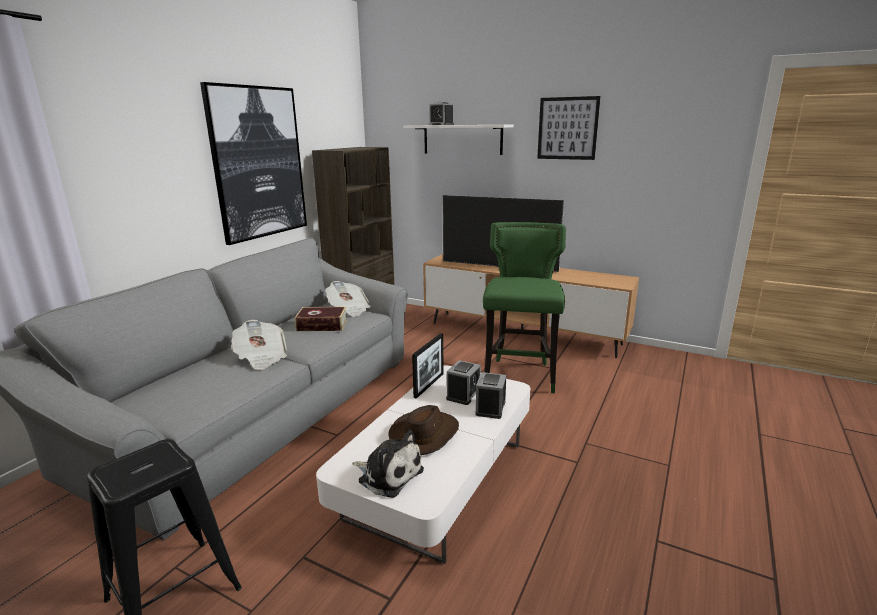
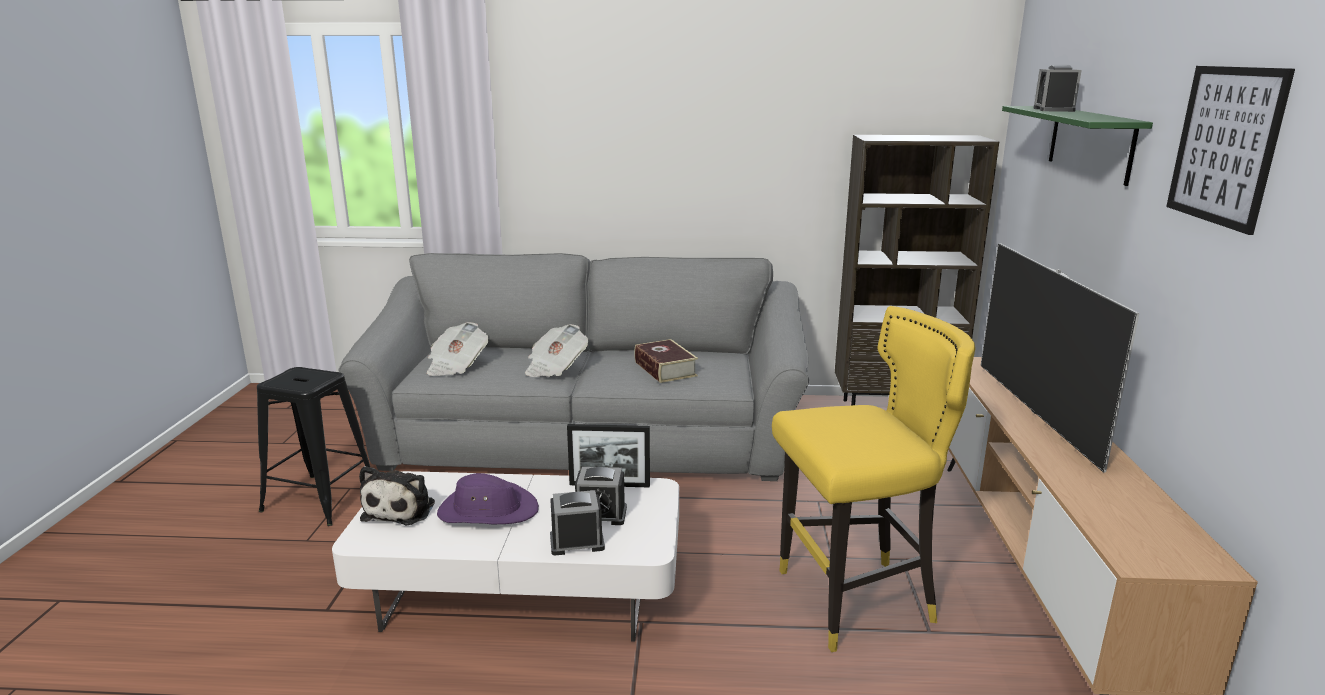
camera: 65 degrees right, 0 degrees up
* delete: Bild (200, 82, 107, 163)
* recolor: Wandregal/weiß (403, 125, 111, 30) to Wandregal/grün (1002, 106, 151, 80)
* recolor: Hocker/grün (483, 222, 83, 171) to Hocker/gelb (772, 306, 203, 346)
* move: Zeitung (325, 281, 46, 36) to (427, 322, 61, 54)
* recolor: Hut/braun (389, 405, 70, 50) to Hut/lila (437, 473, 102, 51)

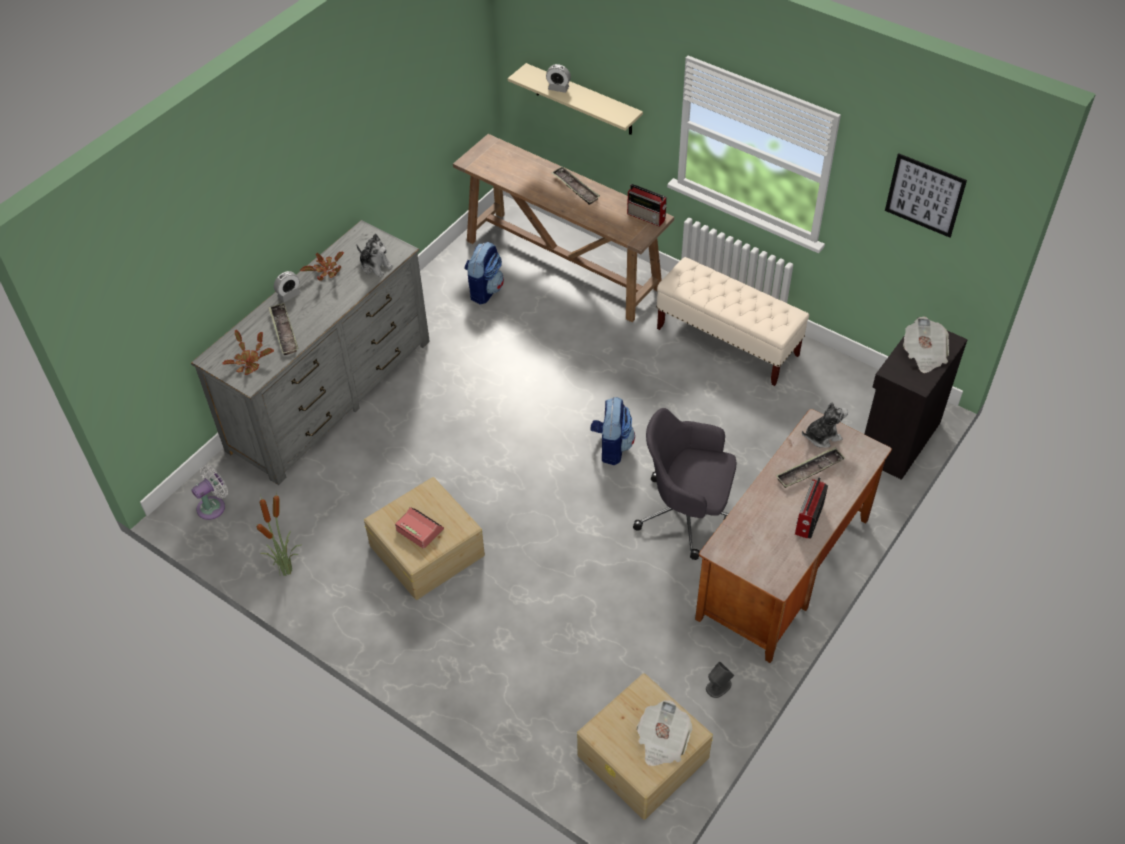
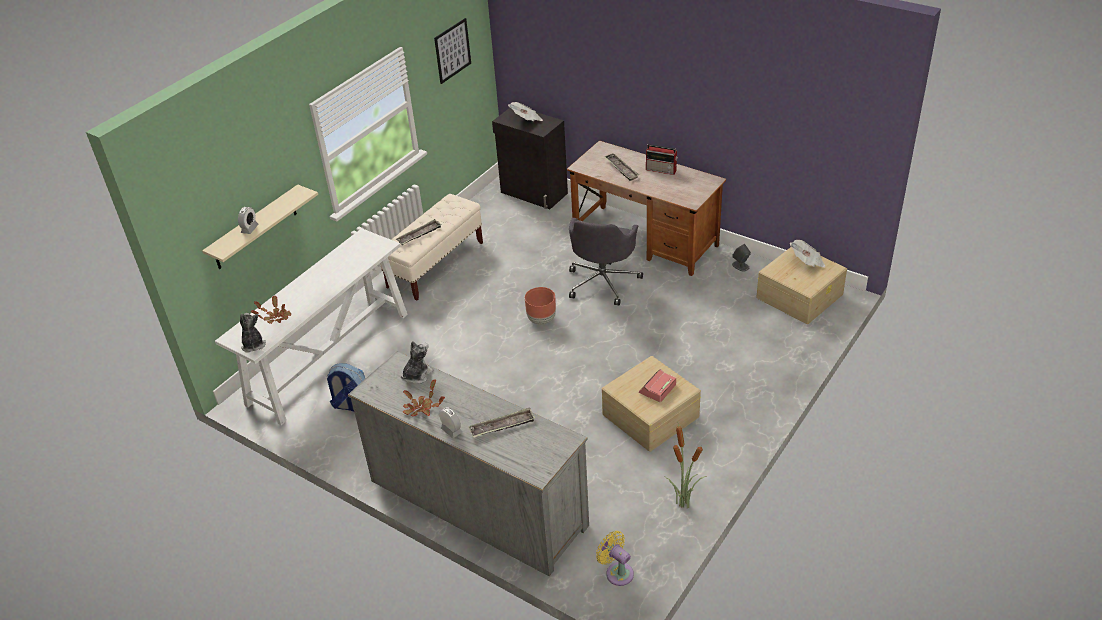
camera: 90 degrees left, 10 degrees down
* recolor: Konsolentisch/braun (453, 134, 221, 188) to Konsolentisch/weiß (215, 228, 193, 197)
* move: Tablett (552, 167, 48, 38) to (396, 219, 45, 26)
* delete: Radio (627, 184, 40, 43)
* move: Topfpflanze (222, 330, 52, 45) to (251, 295, 40, 29)
* replace: Rucksack (590, 397, 45, 68) to Pflanzkübel/braun (525, 287, 31, 38)
* move: Plüschtier (802, 402, 46, 46) to (240, 313, 26, 40)
* recolor: Ventilator/weiß (191, 465, 37, 55) to Ventilator/gelb (596, 531, 38, 55)

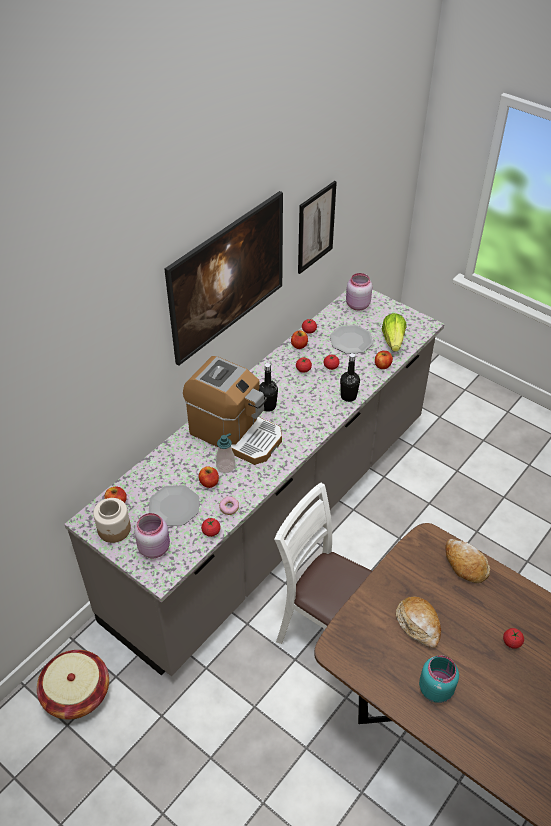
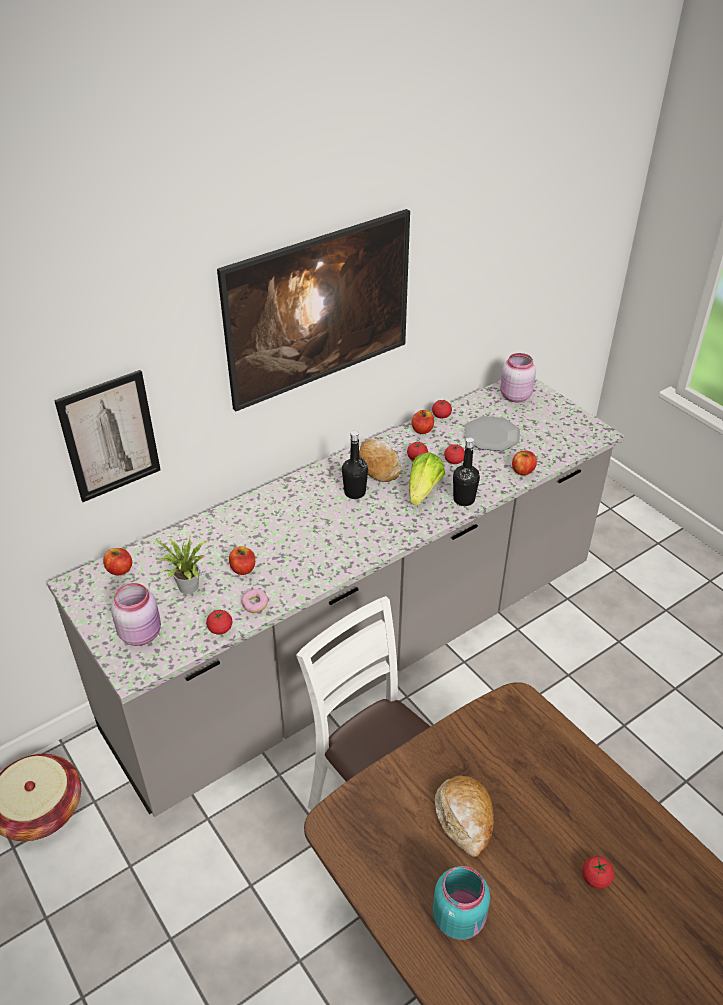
camera: 15 degrees right, 5 degrees down
* move: Bild (298, 181, 39, 93) to (54, 370, 107, 132)
* move: Salatkopf (382, 313, 25, 38) to (409, 452, 36, 53)
* delete: Kaffeemaschine (183, 356, 99, 109)
* delete: Seifenspender (216, 433, 19, 40)
* replace: Teller (149, 485, 50, 41) to Topfpflanze (154, 537, 54, 57)
* delete: Vorratsglas (93, 498, 38, 45)
* move: Brot (445, 539, 45, 44) to (359, 439, 43, 43)

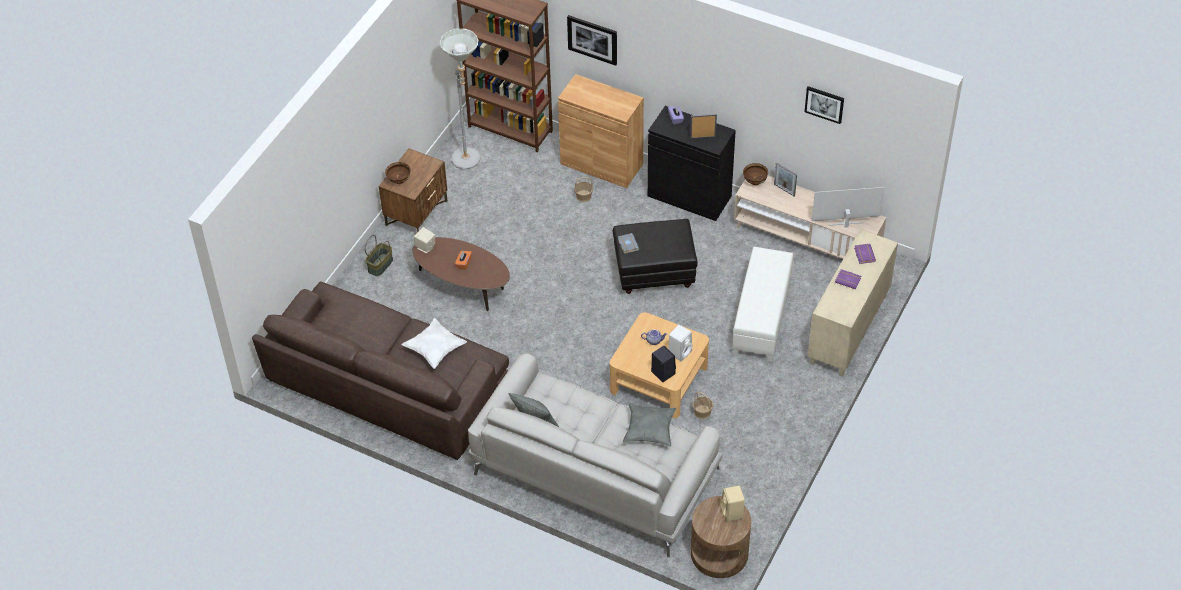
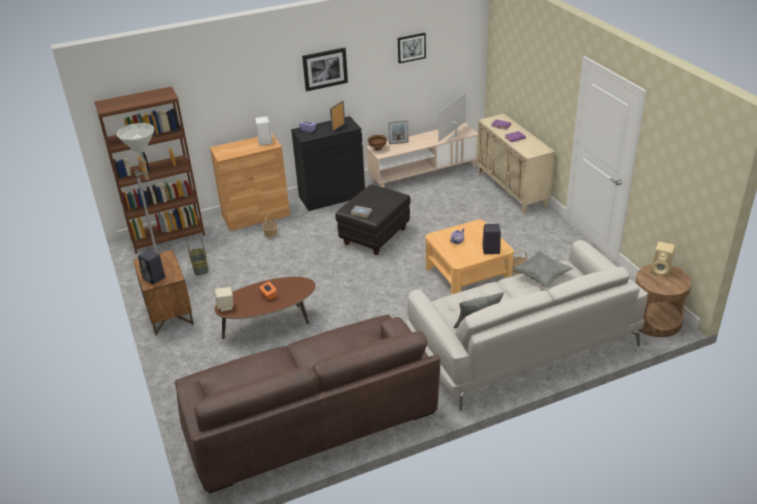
camera: 50 degrees left, 15 degrees down
* move: Bild (567, 15, 50, 51) to (302, 47, 46, 45)
* replace: Schüssel/braun (385, 162, 26, 22) to Lautsprecher/schwarz (138, 249, 27, 35)
* move: Korb (365, 235, 28, 41) to (187, 238, 21, 38)
* delete: Polsterhocker/weiß (732, 247, 62, 115)
* delete: Kissen/weiß (401, 318, 66, 51)
* move: Lautsprecher/weiß (668, 325, 25, 36) to (255, 117, 18, 28)

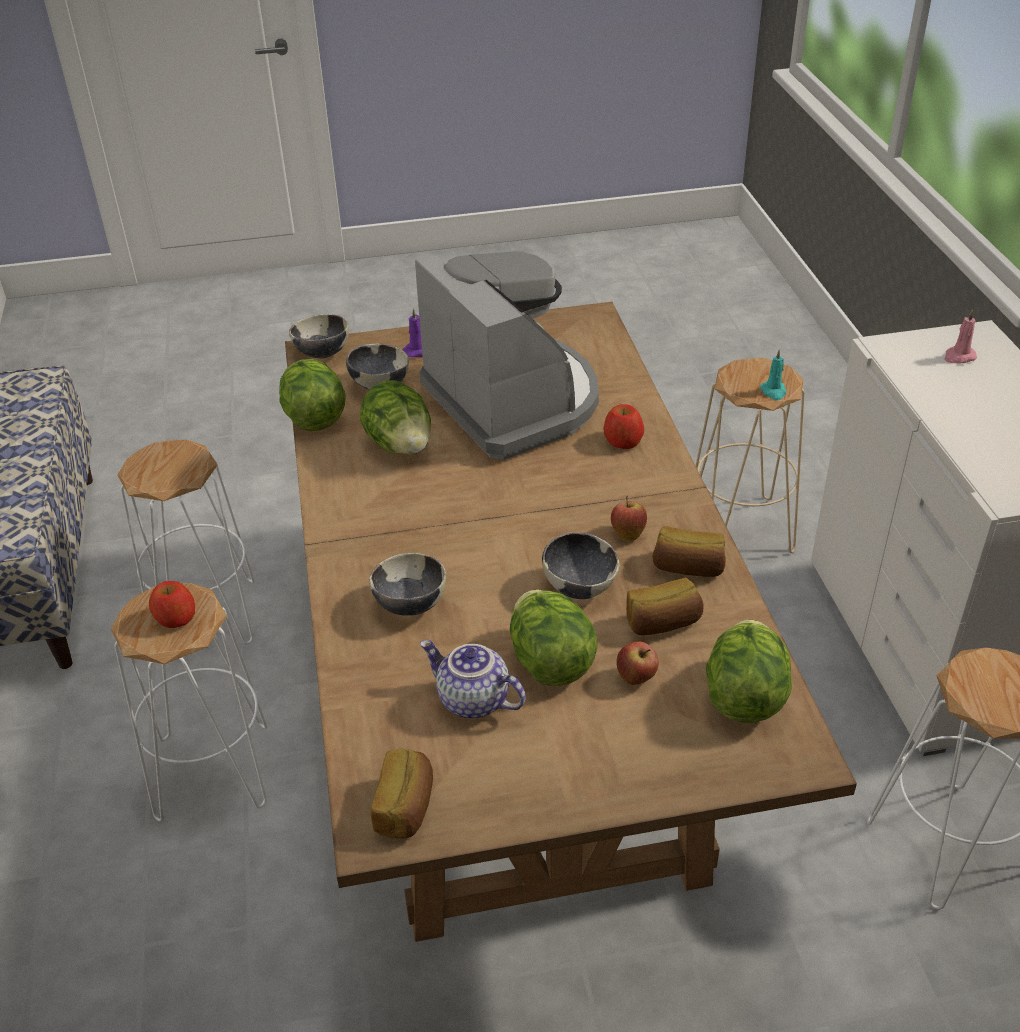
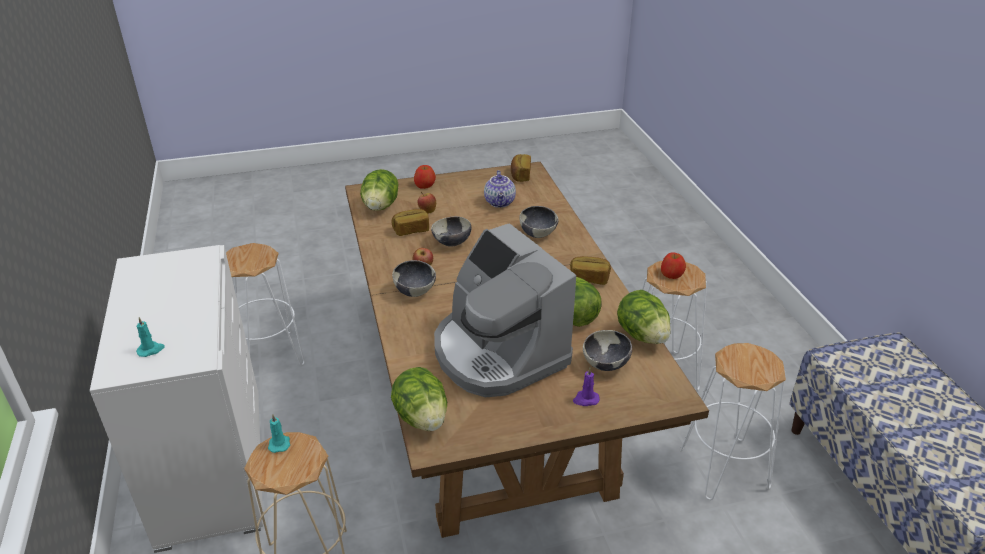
camera: 175 degrees right, 5 degrees down
* recolor: Kerze/rosa (944, 309, 33, 54) to Kerze/türkis (136, 317, 29, 40)
* move: Schüssel (289, 314, 60, 44) to (392, 260, 44, 37)
* move: Apfel (603, 404, 41, 45) to (414, 165, 22, 24)
* move: Brot (652, 526, 74, 51) to (570, 256, 41, 29)
* move: Salatkopf (510, 590, 87, 96) to (391, 367, 56, 64)
* rotate: Teekanne (420, 640, 106, 78) = (484, 170, 32, 38) 60 degrees clockwise

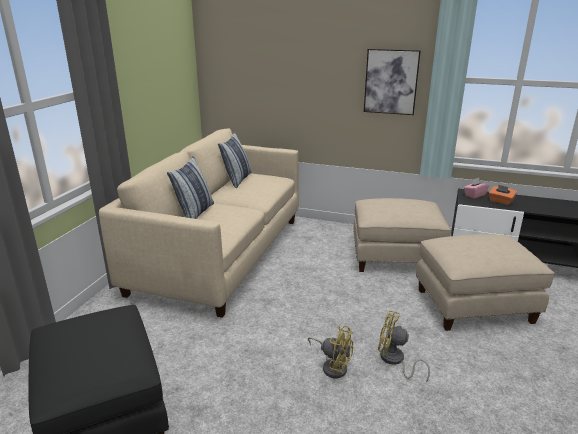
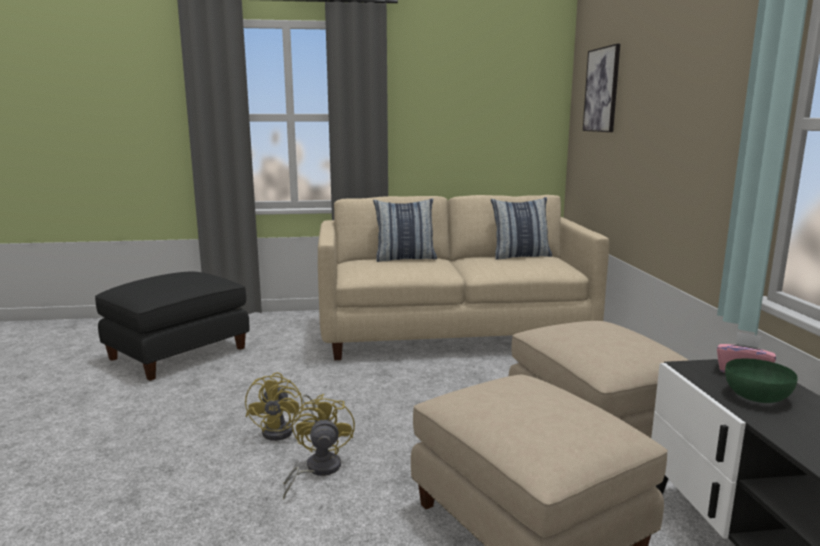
camera: 65 degrees right, 10 degrees down
* move: Bild (364, 49, 57, 66) to (583, 44, 37, 88)
* replace: Taschentuchbox/orange (489, 185, 28, 20) to Schüssel/grün (725, 359, 73, 44)

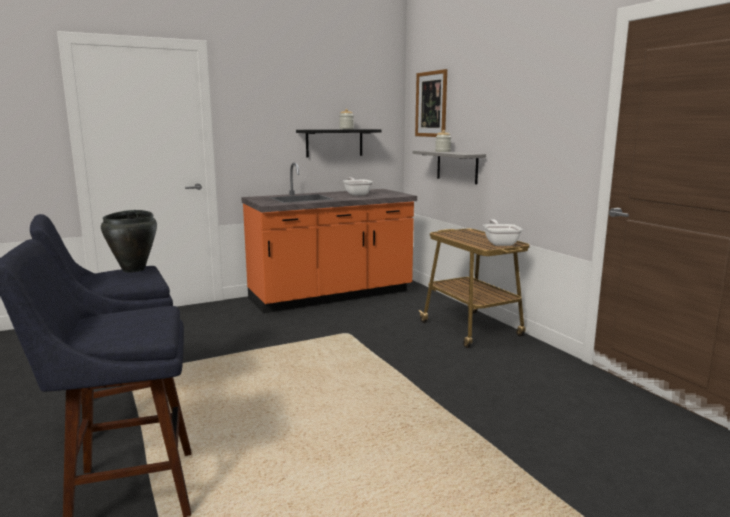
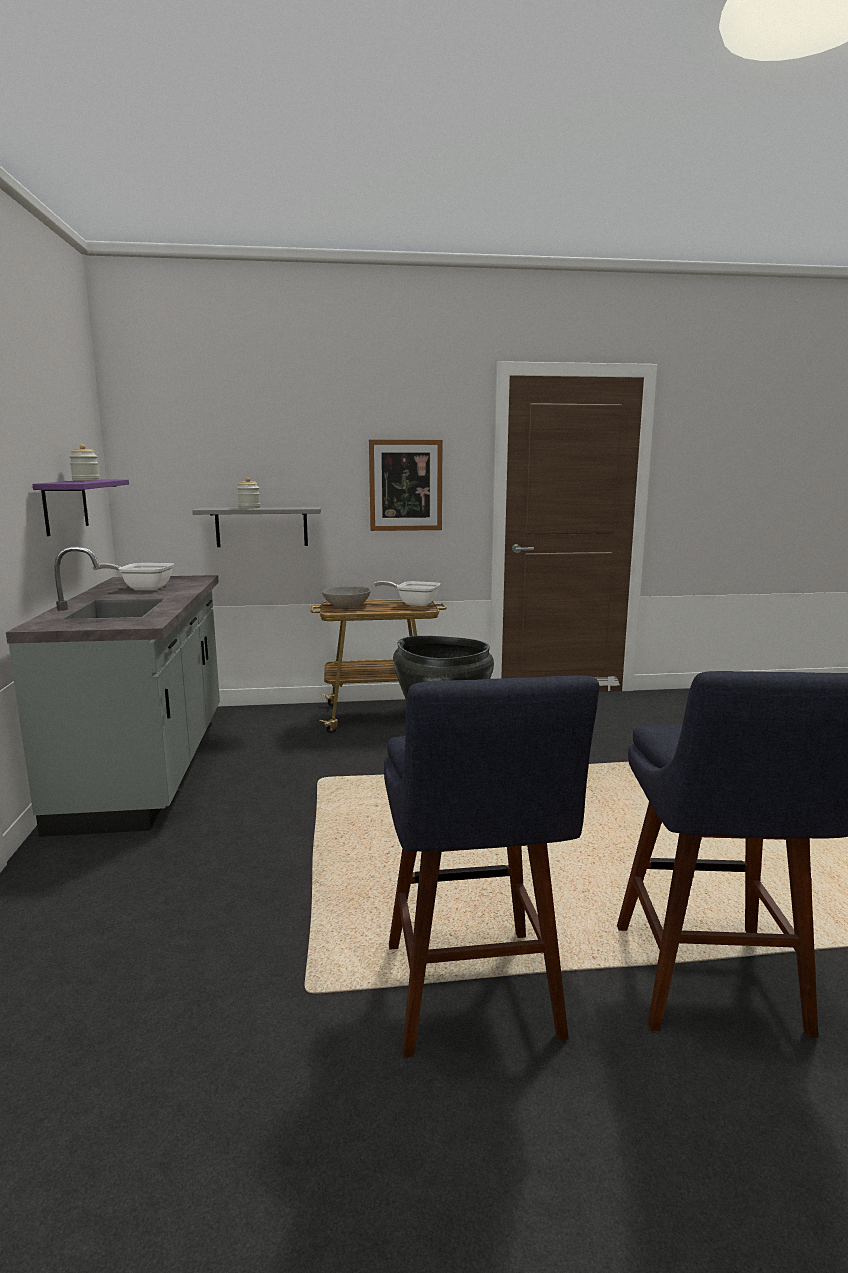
camera: 70 degrees left, 0 degrees up
* move: Bild (415, 69, 32, 68) to (369, 439, 74, 92)
* recolor: Wandregal/schwarz (296, 129, 85, 28) to Wandregal/lila (32, 479, 97, 57)
* recolor: Küchenzeile/orange (241, 163, 176, 150) to Küchenzeile/grau (6, 546, 214, 291)
* insert: Schüssel/grau (322, 586, 49, 22)

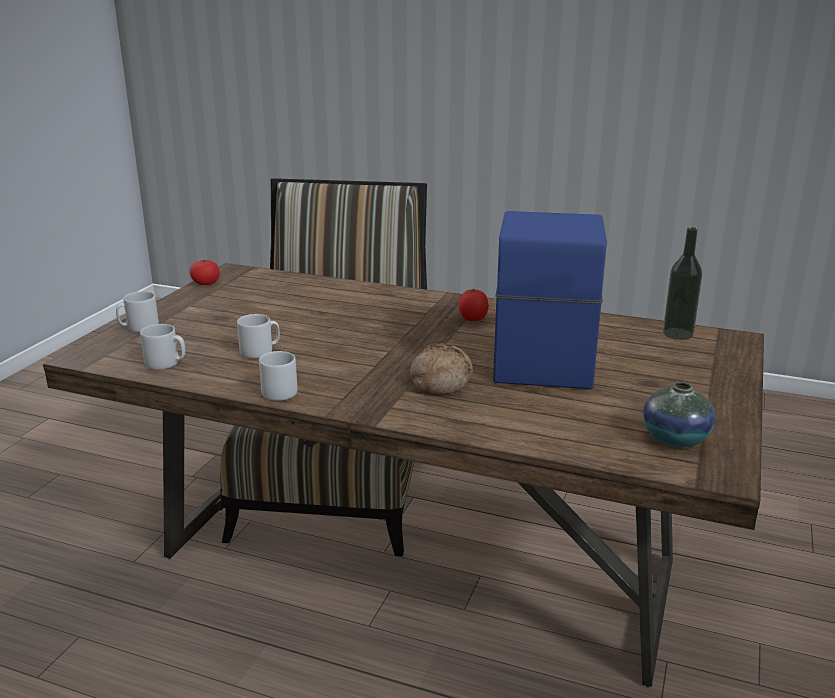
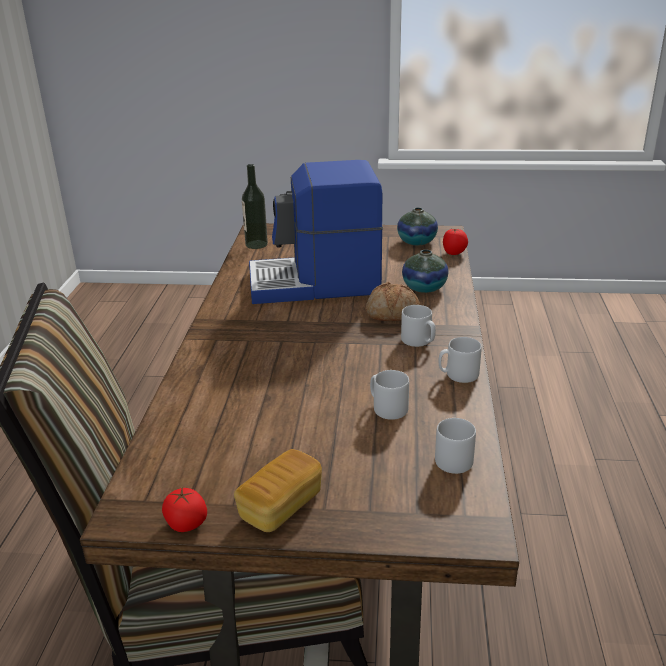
camera: 105 degrees left, 5 degrees up
* move: Tomate (458, 289, 30, 32) to (443, 229, 25, 26)
* move: Henkelbecher/grau (116, 291, 43, 41) to (401, 305, 35, 42)
* insert: Vase (402, 250, 46, 43)
* insert: Brot (234, 449, 88, 83)

